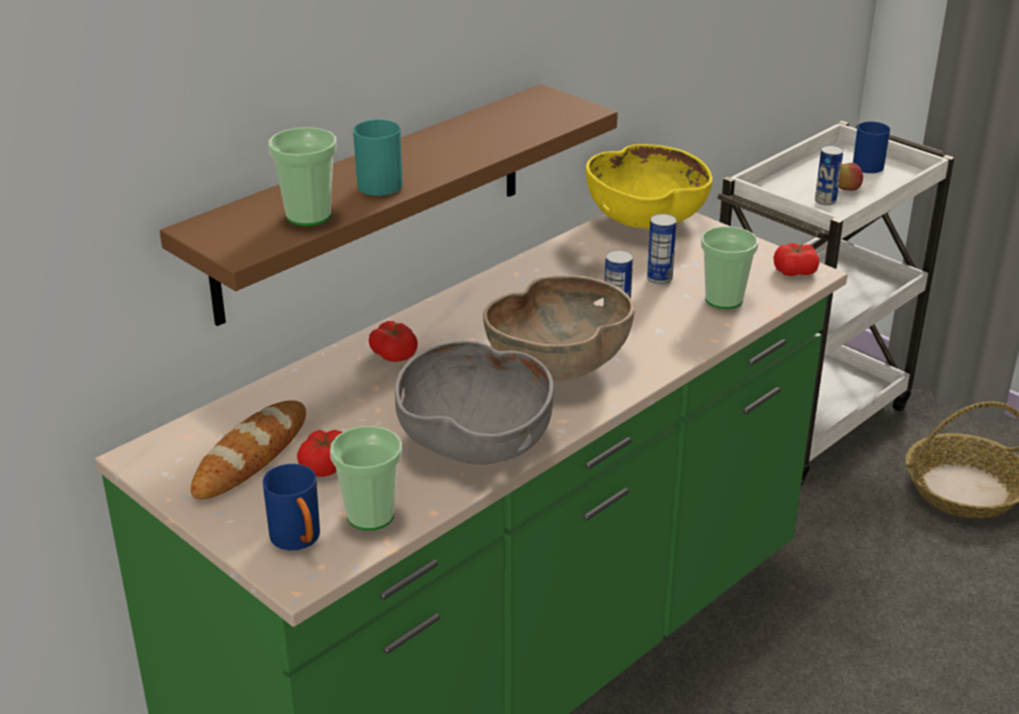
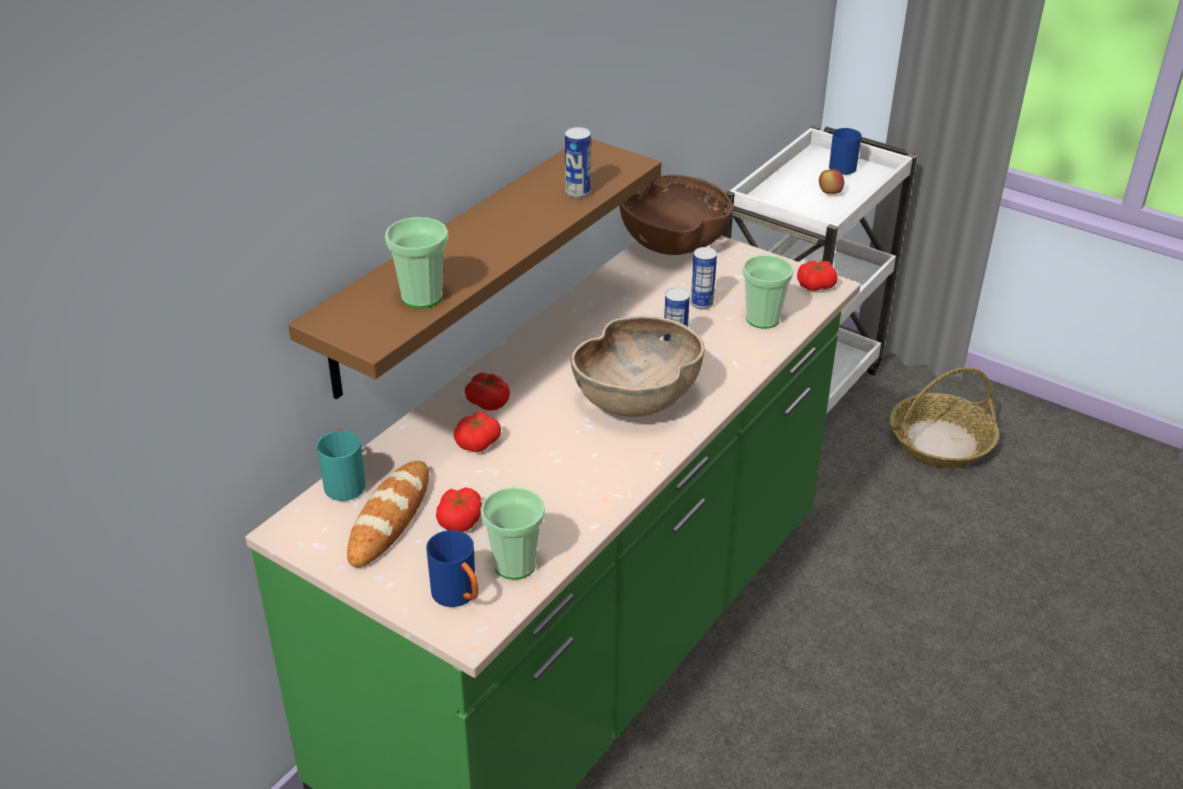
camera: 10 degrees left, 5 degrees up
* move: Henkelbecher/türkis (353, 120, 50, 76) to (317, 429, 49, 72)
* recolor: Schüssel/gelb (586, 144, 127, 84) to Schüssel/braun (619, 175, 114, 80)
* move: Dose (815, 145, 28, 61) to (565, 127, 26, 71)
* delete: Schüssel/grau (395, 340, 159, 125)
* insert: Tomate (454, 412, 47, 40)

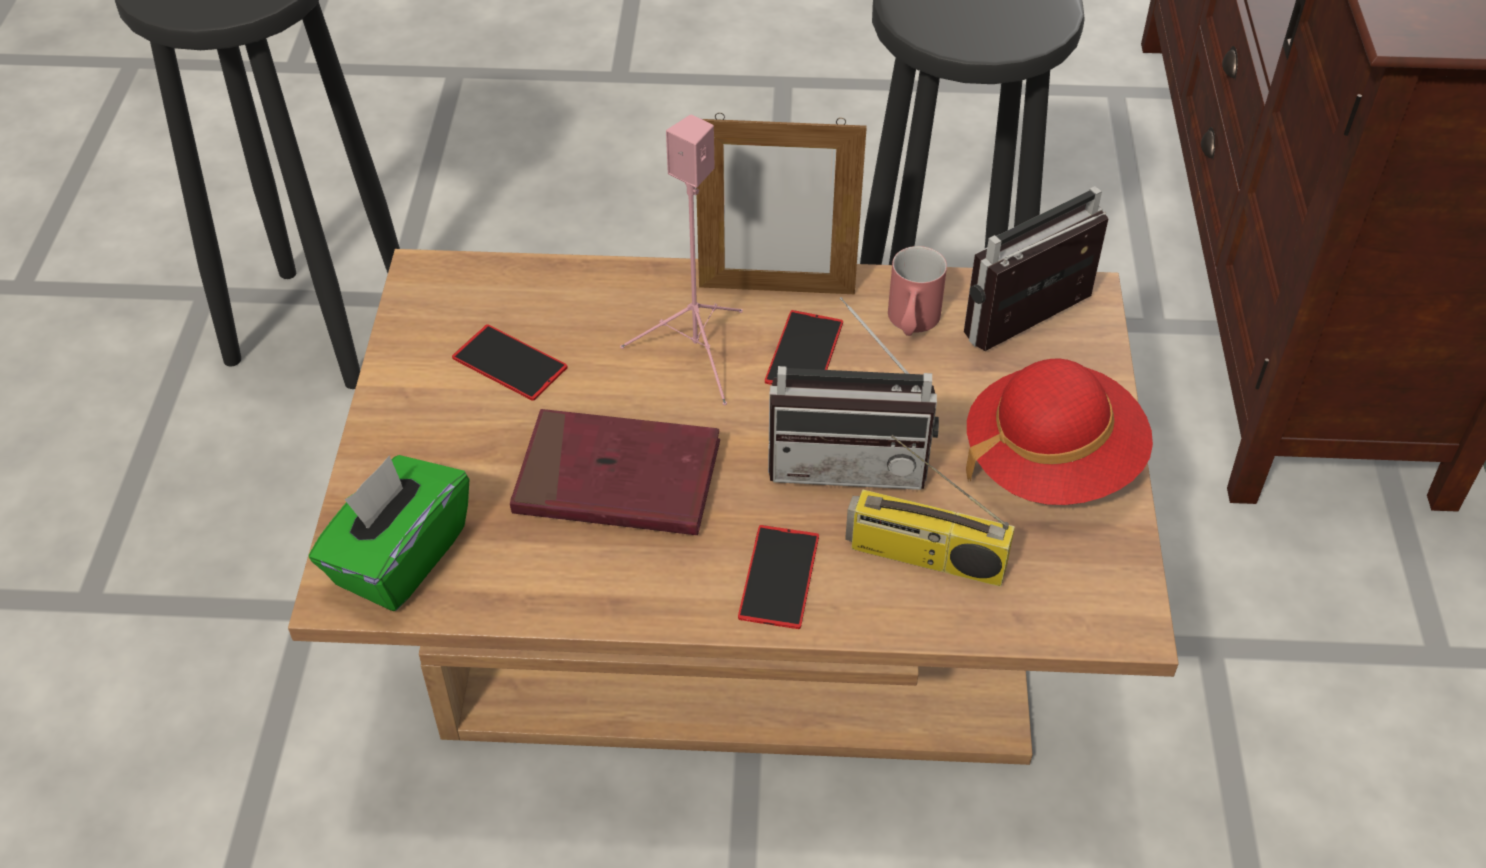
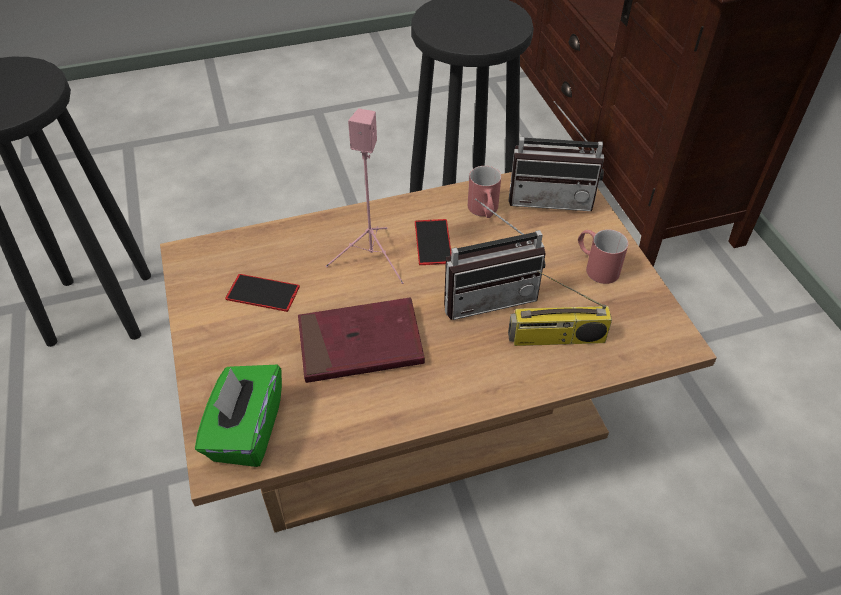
camera: 20 degrees left, 0 degrees up
* delete: Bilderrahmen (696, 113, 171, 181)
* rotate: Radio (964, 186, 145, 165) = (509, 101, 95, 110) 120 degrees counterclockwise
* replace: Hut/rot (966, 359, 187, 146) to Henkelbecher/rot (578, 229, 50, 55)
* delete: Handy (738, 525, 81, 104)

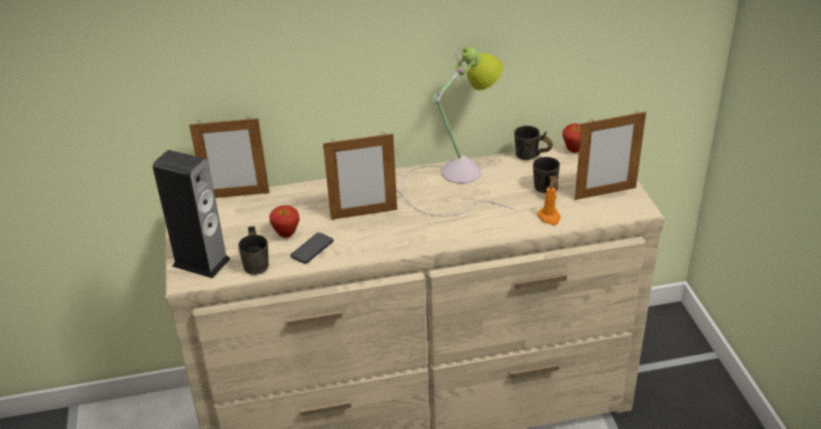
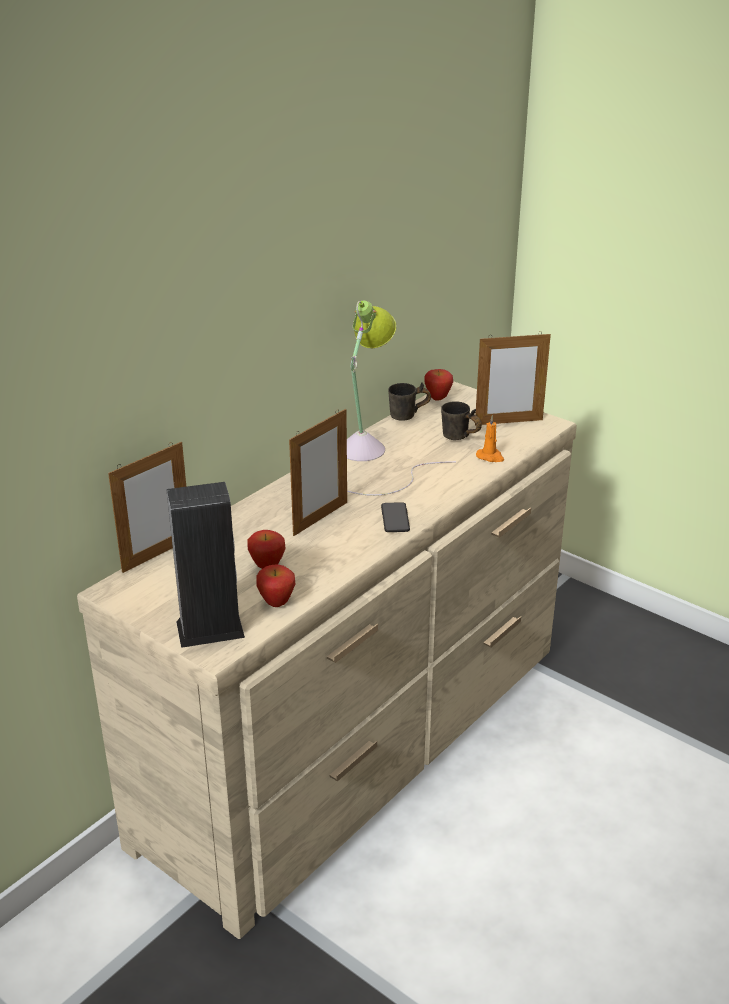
camera: 40 degrees left, 5 degrees down
* rotate: Bilderrahmen (575, 110, 71, 90) = (475, 331, 76, 94) 45 degrees clockwise
* replace: Henkelbecher/grau (238, 226, 31, 49) to Apfel (257, 564, 38, 43)
* move: Handy (290, 233, 44, 31) to (381, 502, 29, 30)

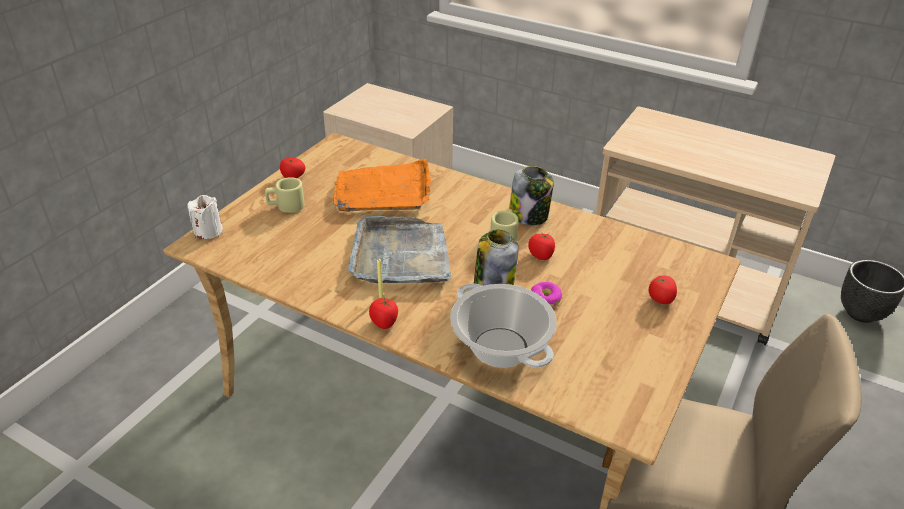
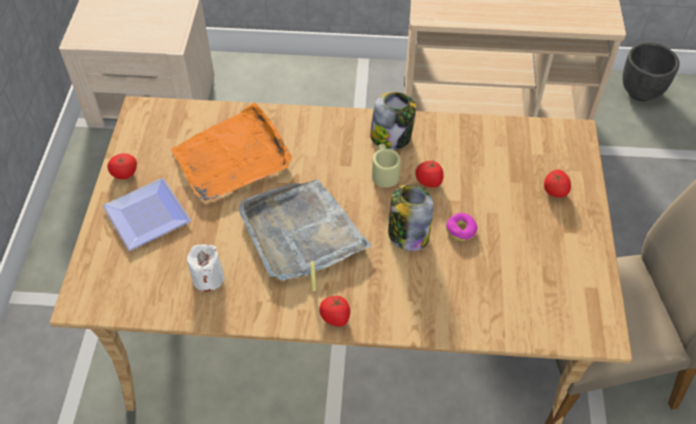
camera: 25 degrees left, 15 degrees up
* replace: Henkelbecher/beige (265, 177, 40, 36) to Teller (103, 178, 88, 73)
* move: Kerze/weiß (187, 195, 36, 44) to (187, 244, 38, 48)
* delete: Kochtopf (450, 283, 107, 85)

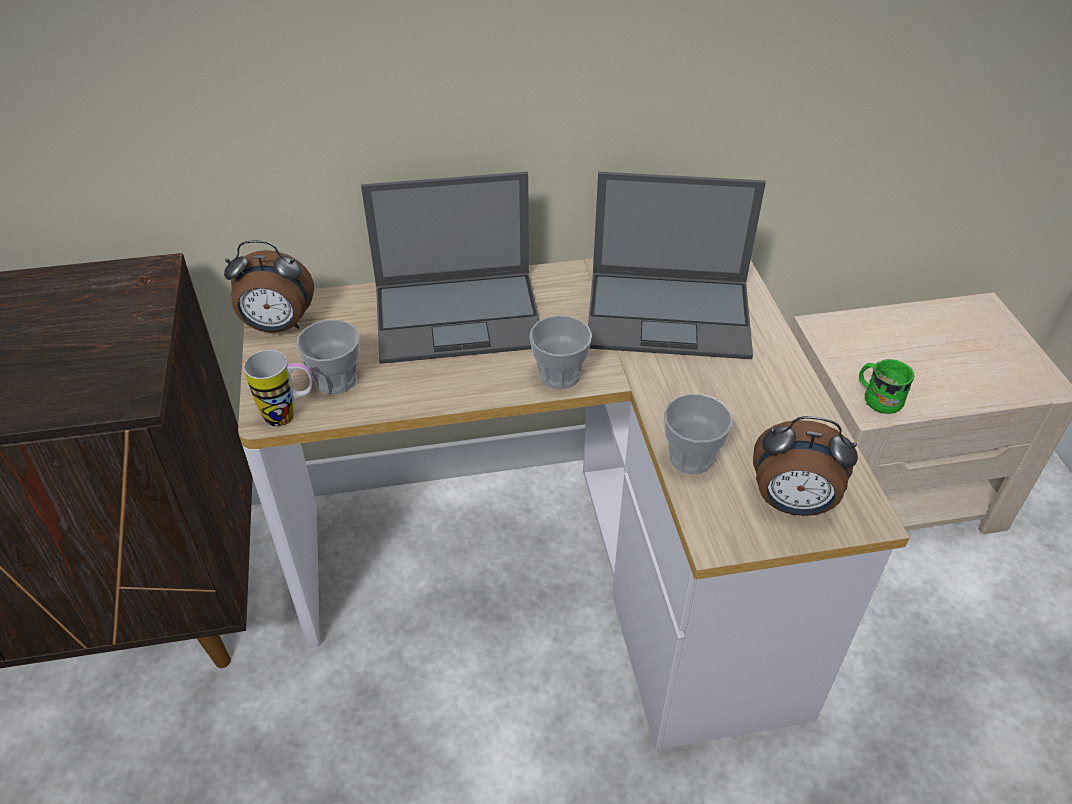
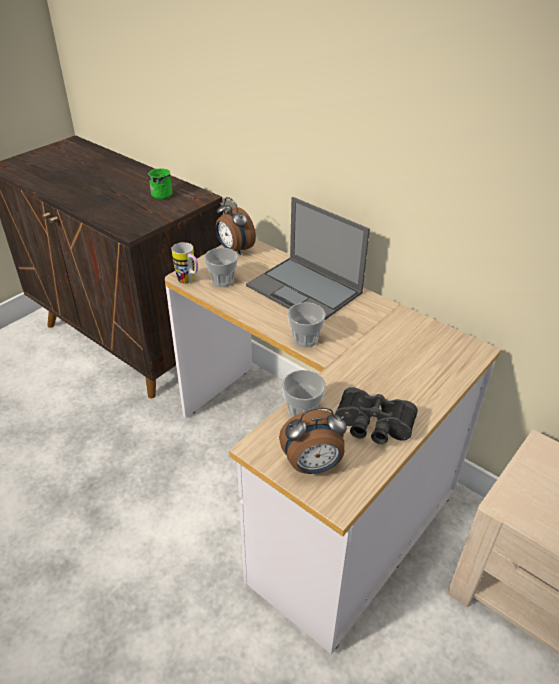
camera: 50 degrees right, 5 degrees down
* delete: Laptop (588, 172, 178, 187)
* move: Henkelbecher/grün (859, 359, 55, 55) to (148, 168, 25, 31)
* rotate: Wecker (753, 416, 105, 100) = (279, 407, 68, 67) 75 degrees counterclockwise
* insert: Fernglas/schwarz (335, 387, 83, 57)

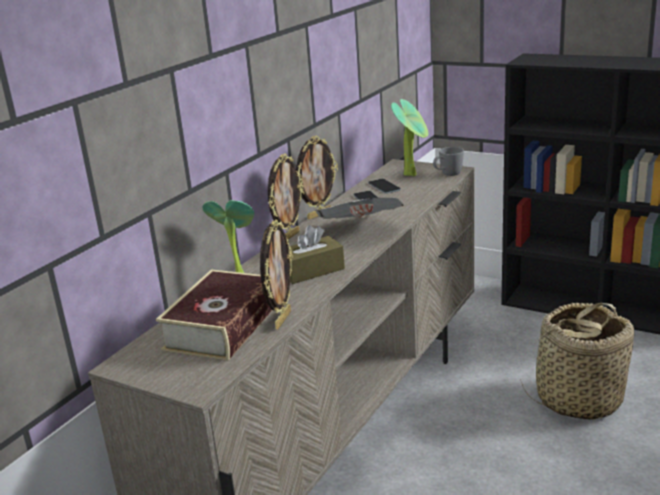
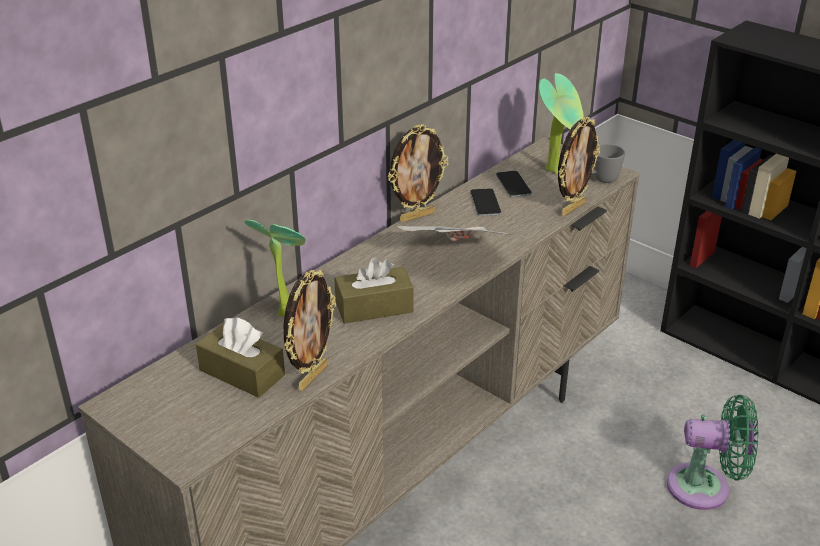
camera: 10 degrees right, 10 degrees up
* move: Bilderrahmen (268, 153, 35, 86) to (558, 116, 42, 100)
* replace: Buch (156, 270, 116, 91) to Taschentuchbox/braun (196, 317, 89, 81)
* replace: Korb (520, 303, 114, 117) to Ventilator/grün (667, 395, 91, 115)

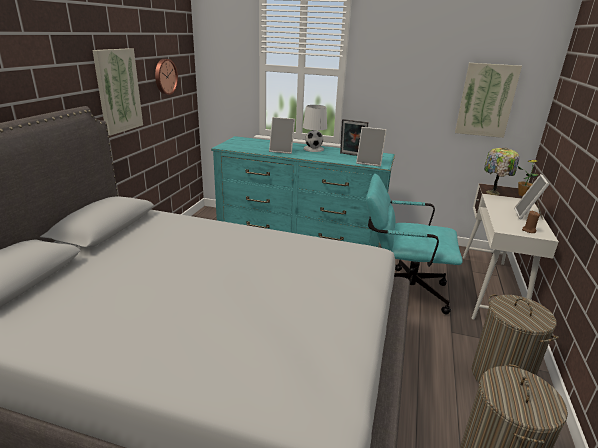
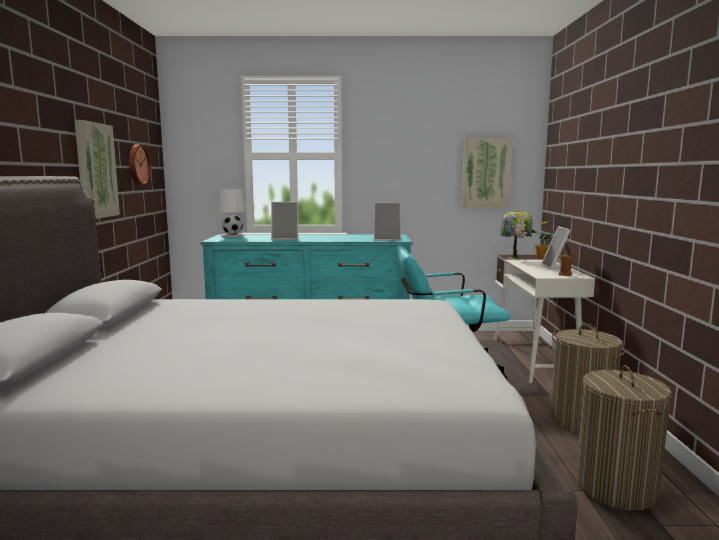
camera: 15 degrees left, 15 degrees down
* move: Tischlampe/weiß (303, 105, 24, 47) to (218, 188, 28, 49)
* delete: Bilderrahmen (340, 119, 28, 37)

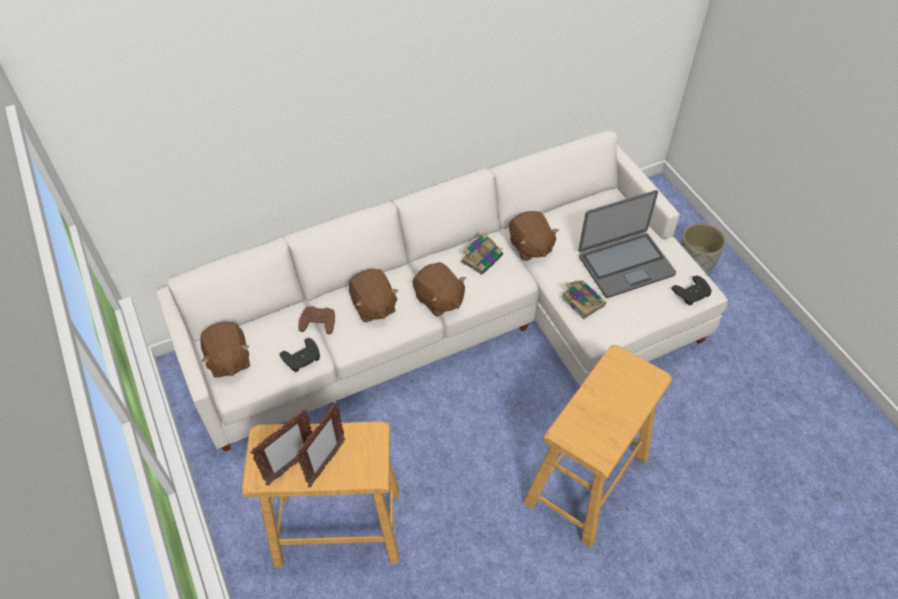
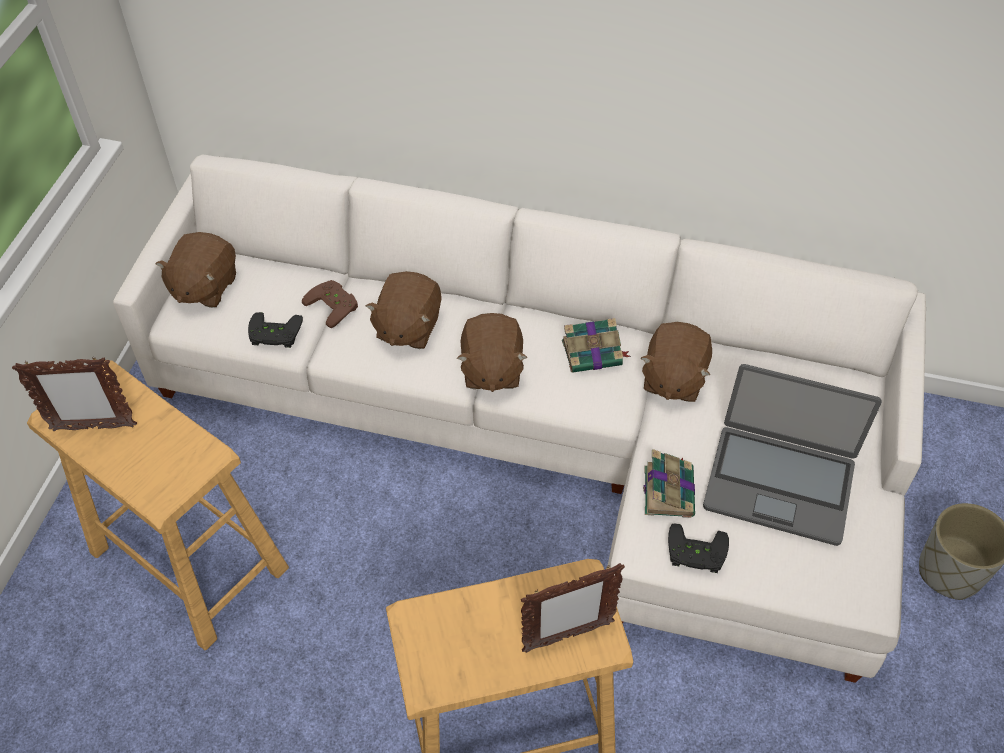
camera: 40 degrees right, 0 degrees up
* move: Gamepad/schwarz (671, 275, 41, 31) to (668, 524, 61, 49)
* move: Bilderrahmen (296, 402, 49, 86) to (521, 563, 104, 90)

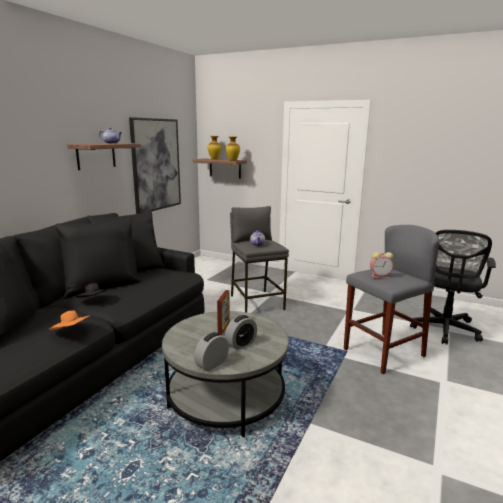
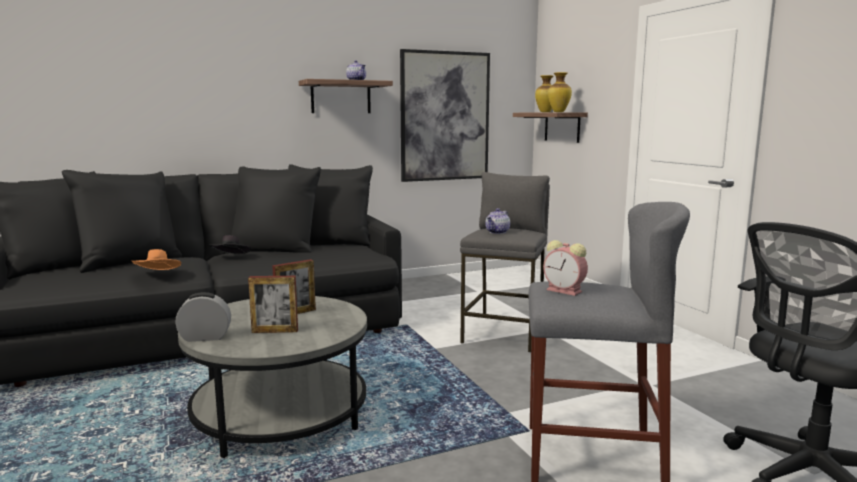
camera: 40 degrees right, 5 degrees down
* replace: Wecker (225, 315, 32, 35) to Bilderrahmen (248, 276, 50, 57)

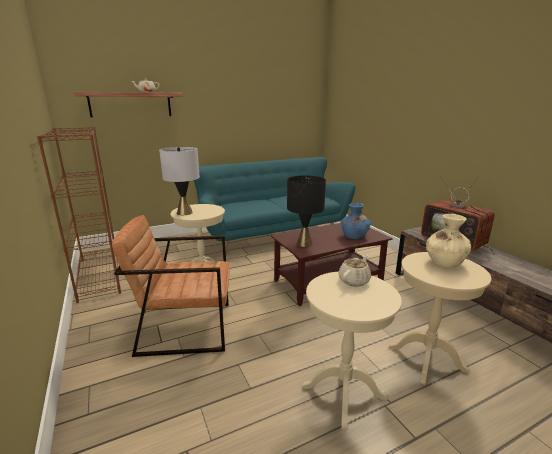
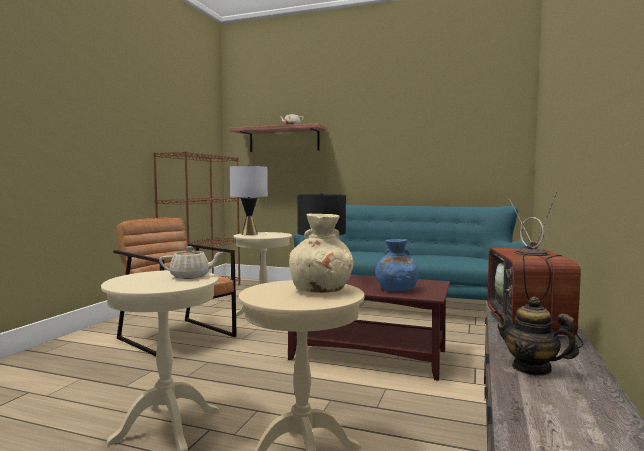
camera: 45 degrees right, 15 degrees down
* insert: Teekanne (494, 297, 85, 79)

